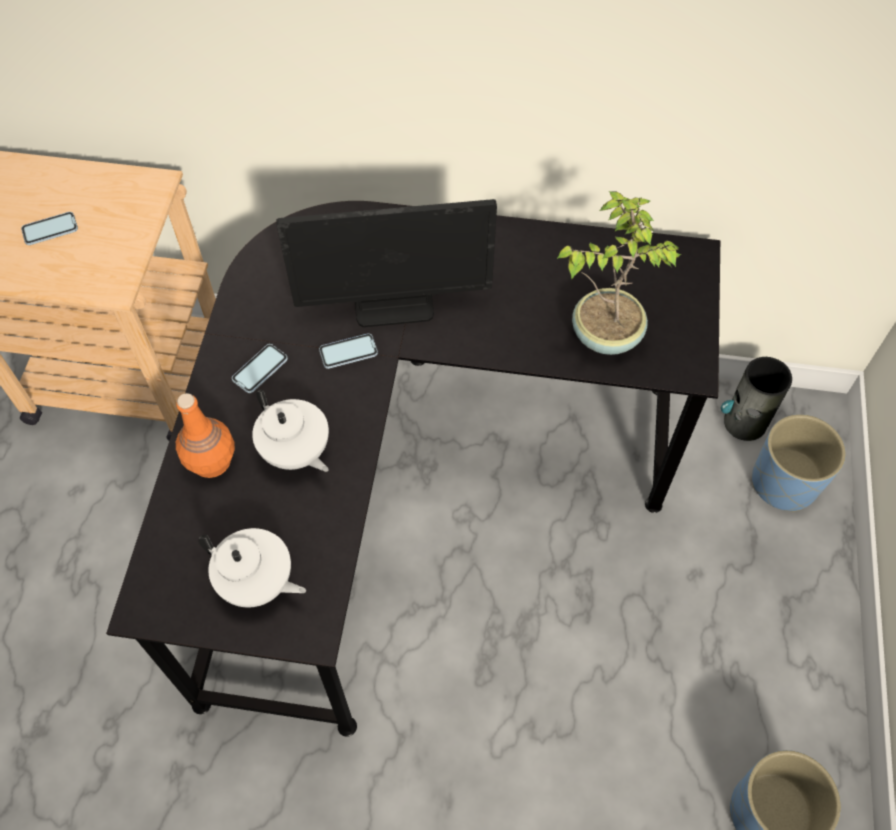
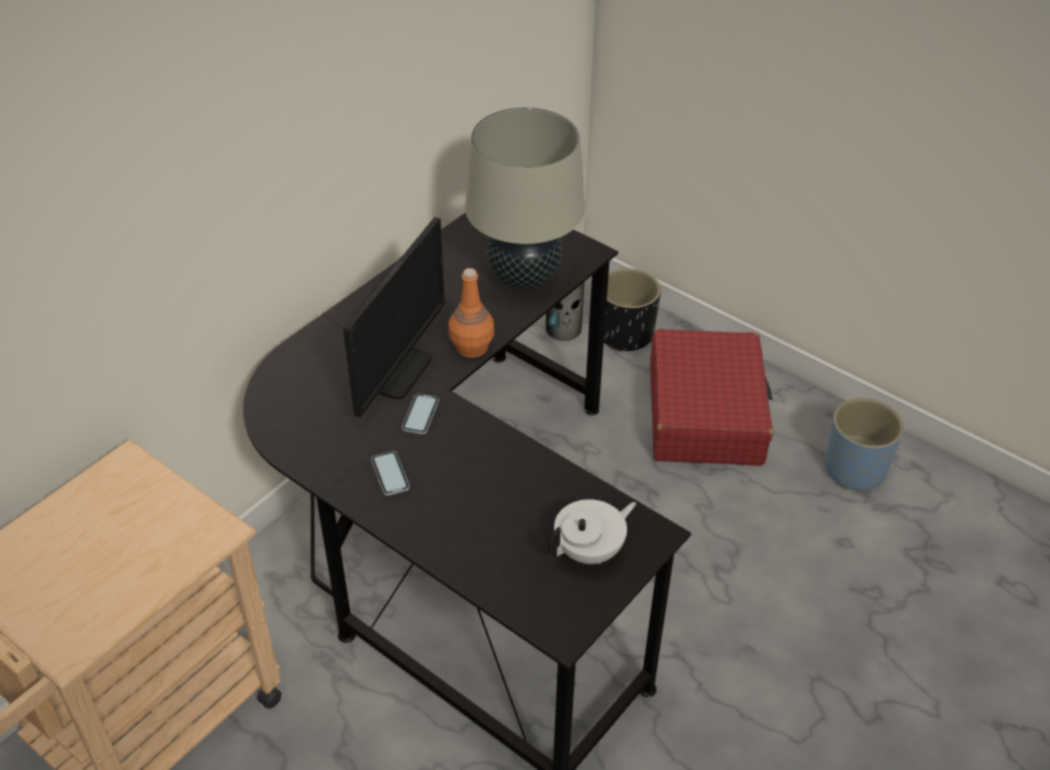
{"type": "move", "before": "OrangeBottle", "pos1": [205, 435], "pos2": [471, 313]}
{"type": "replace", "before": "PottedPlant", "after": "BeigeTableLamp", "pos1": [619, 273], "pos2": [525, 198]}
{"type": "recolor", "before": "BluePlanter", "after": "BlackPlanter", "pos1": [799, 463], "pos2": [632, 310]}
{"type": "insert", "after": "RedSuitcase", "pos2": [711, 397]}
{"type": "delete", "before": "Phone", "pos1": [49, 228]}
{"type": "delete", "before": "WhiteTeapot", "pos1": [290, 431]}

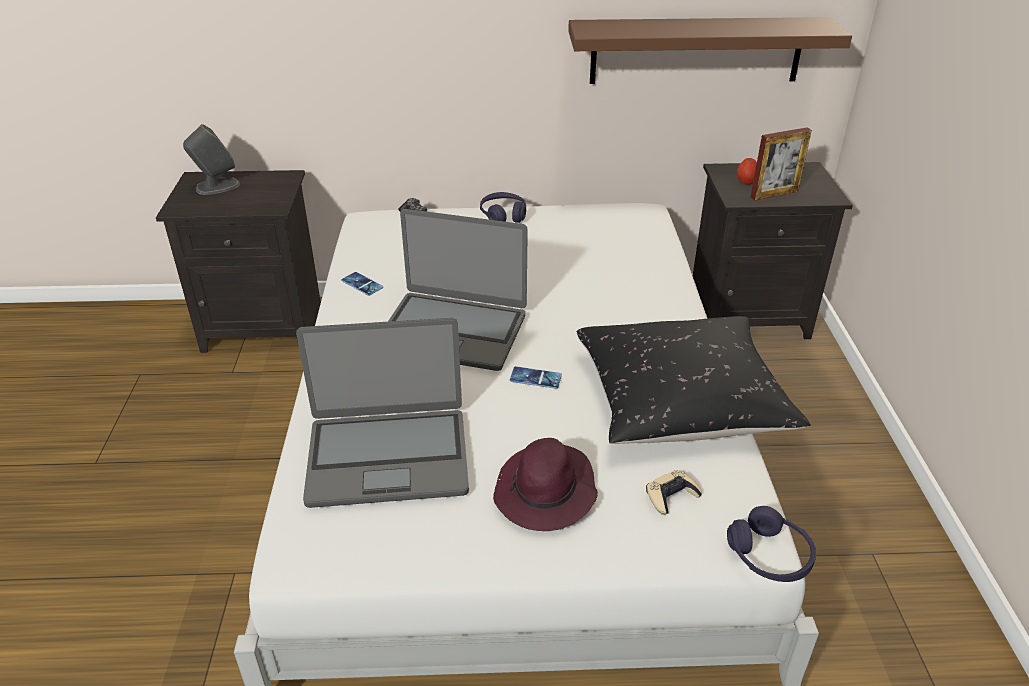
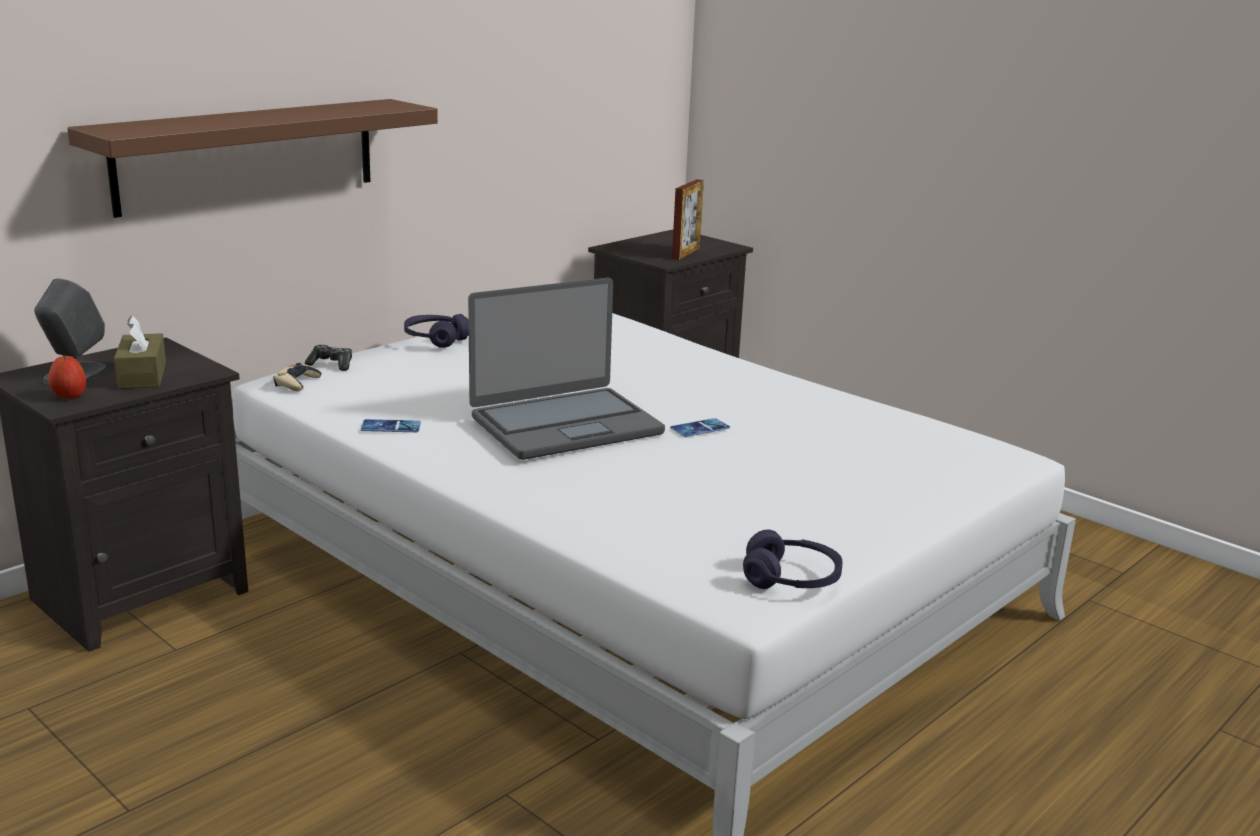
{"type": "move", "before": "Apple", "pos1": [747, 171], "pos2": [67, 377]}
{"type": "move", "before": "BrownShelf", "pos1": [710, 50], "pos2": [252, 158]}
{"type": "insert", "after": "BrownTissueBox", "pos2": [140, 352]}
{"type": "move", "before": "BeigeGameController", "pos1": [674, 492], "pos2": [297, 377]}
{"type": "move", "before": "PurpleHeadphones", "pos1": [771, 544], "pos2": [793, 559]}
{"type": "delete", "before": "Laptop", "pos1": [382, 413]}
{"type": "delete", "before": "PurpleHat", "pos1": [545, 484]}
{"type": "delete", "before": "BlackPillow", "pos1": [694, 380]}

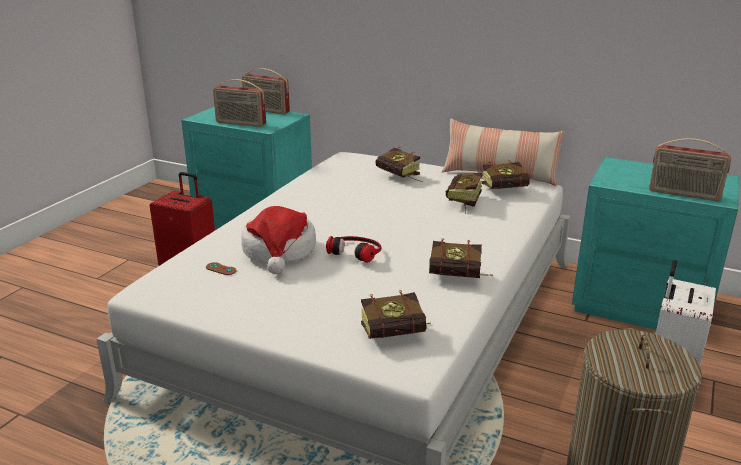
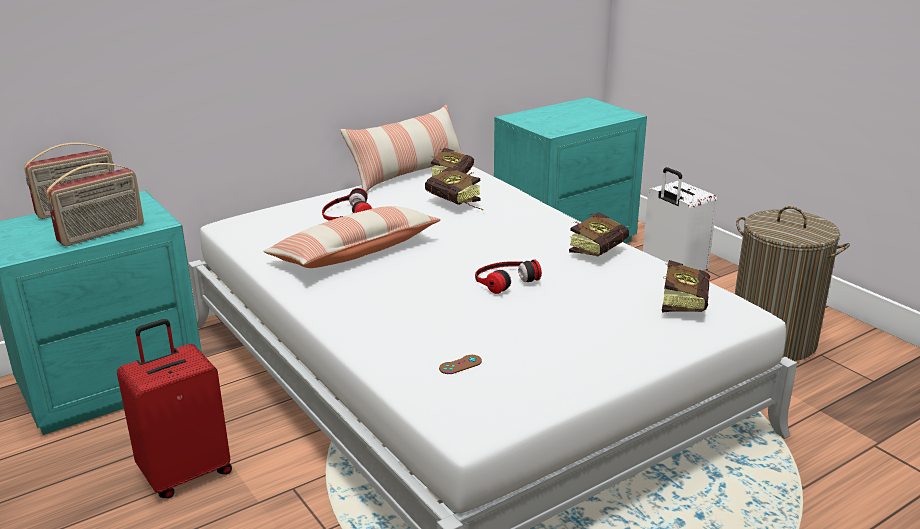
{"type": "insert", "after": "Pillow", "pos2": [352, 237]}
{"type": "replace", "before": "Book", "after": "Headphones", "pos1": [399, 164], "pos2": [347, 204]}
{"type": "delete", "before": "Hat", "pos1": [278, 240]}
{"type": "delete", "before": "Radio", "pos1": [690, 169]}

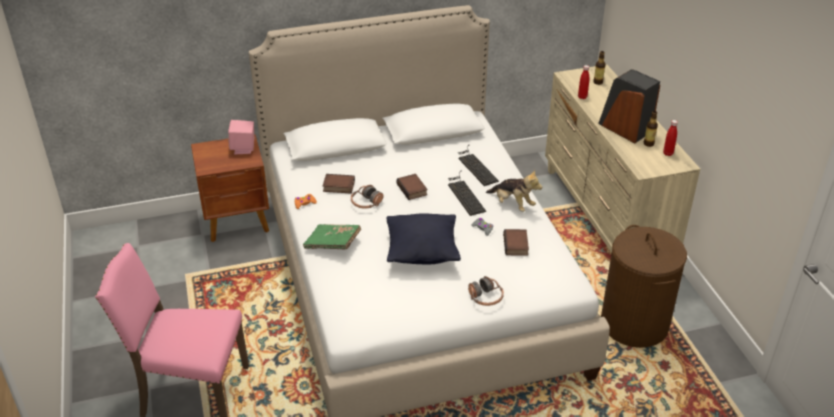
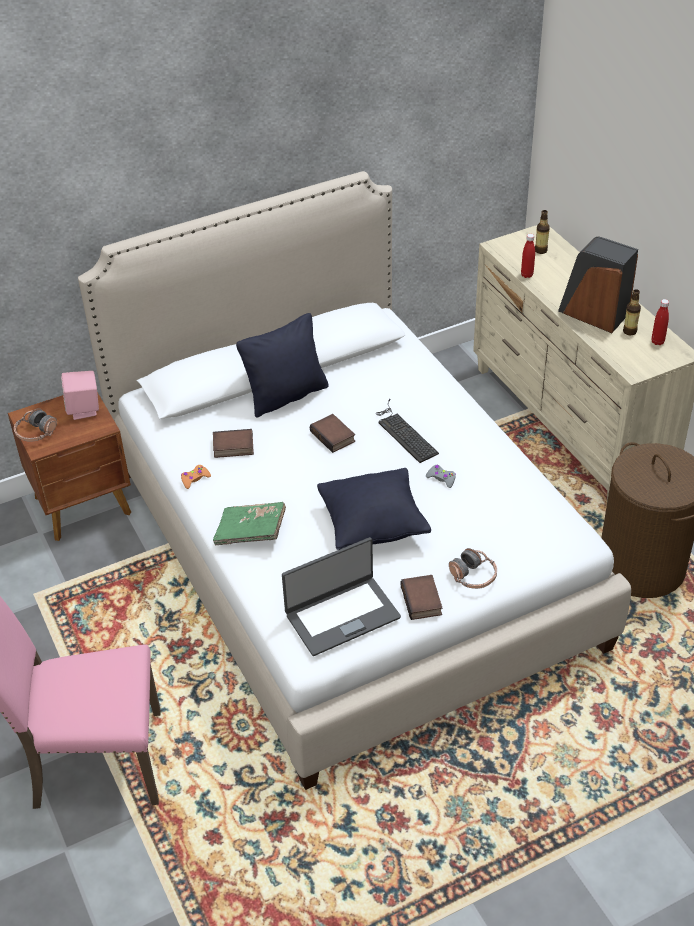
{"type": "move", "before": "Headphones", "pos1": [367, 197], "pos2": [35, 425]}
{"type": "insert", "after": "BlackPillow", "pos2": [282, 365]}
{"type": "insert", "after": "Laptop", "pos2": [341, 596]}
{"type": "move", "before": "Book", "pos1": [516, 242], "pos2": [421, 597]}
{"type": "delete", "before": "Keyboard", "pos1": [478, 165]}
{"type": "delete", "before": "PlushToy", "pos1": [514, 191]}

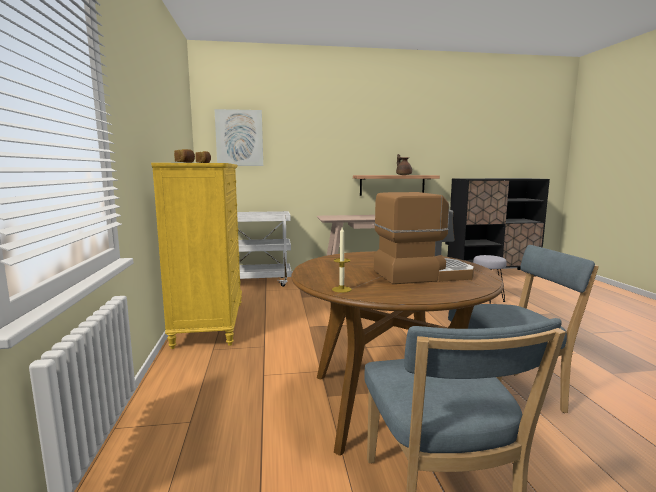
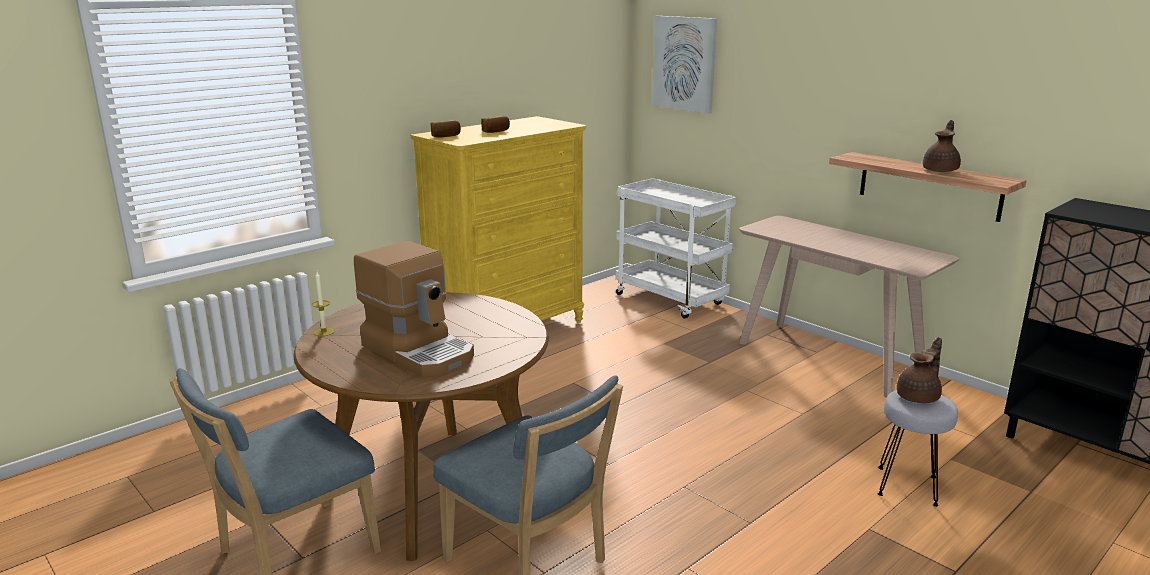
{"type": "insert", "after": "BrownTeapot", "pos2": [919, 370]}

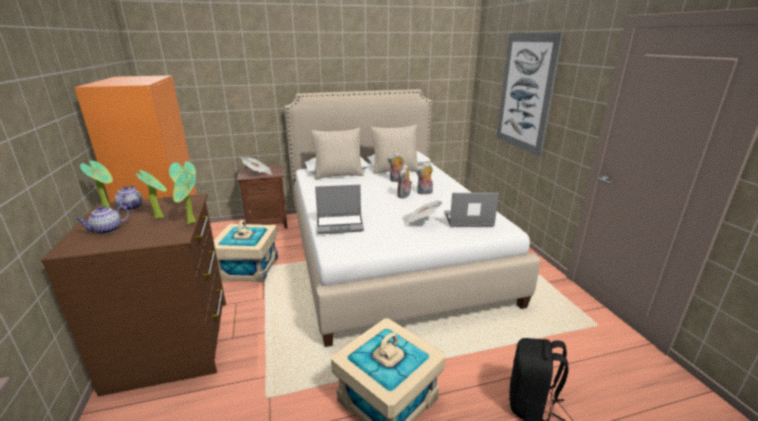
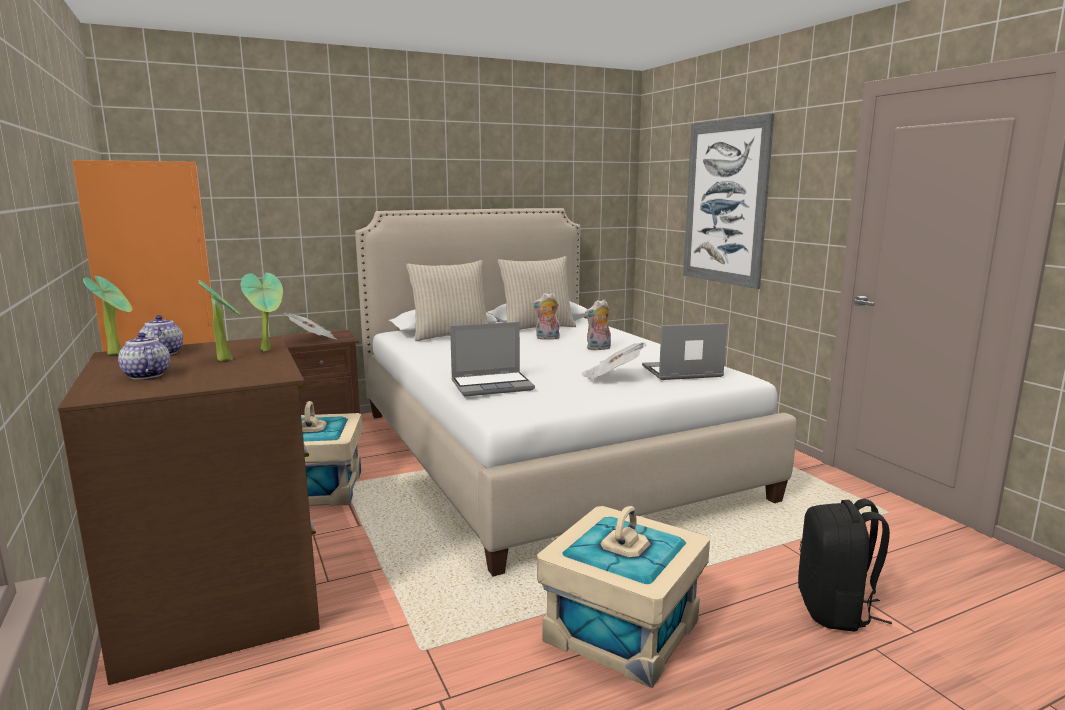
{"type": "rotate", "before": "Teapot", "pos1": [102, 220], "pos2": [144, 356], "turn": 105}
{"type": "delete", "before": "PottedPlant", "pos1": [184, 198]}
{"type": "delete", "before": "PlushToy", "pos1": [404, 181]}

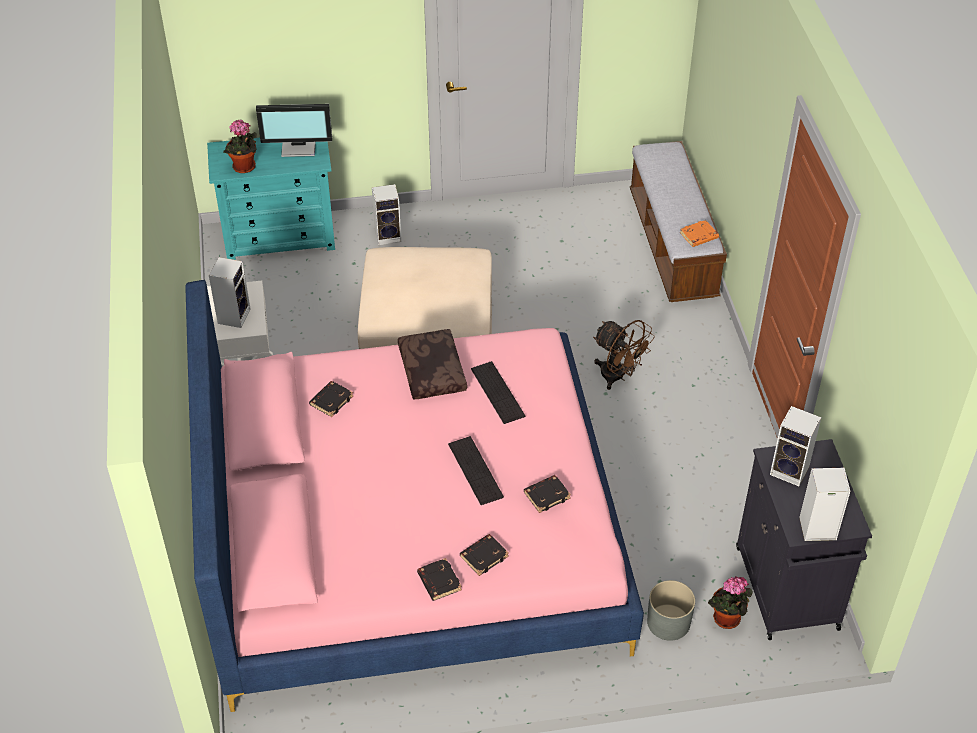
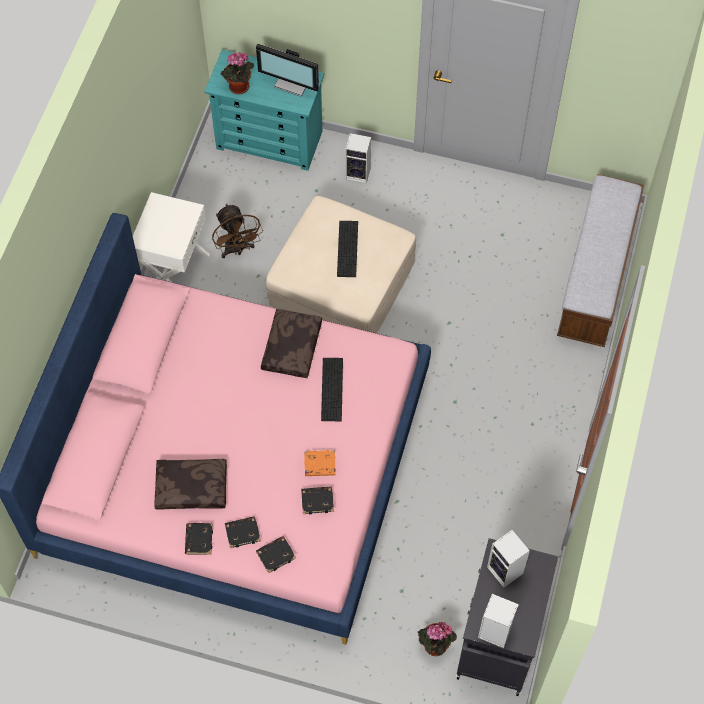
{"type": "insert", "after": "BrownPillow", "pos2": [191, 484]}
{"type": "move", "before": "BrownFan", "pos1": [624, 355], "pos2": [237, 231]}
{"type": "move", "before": "BlackBook", "pos1": [331, 399], "pos2": [276, 555]}
{"type": "move", "before": "OrangeBook", "pos1": [699, 233], "pos2": [320, 463]}
{"type": "move", "before": "Keyboard", "pos1": [476, 470], "pos2": [347, 249]}
{"type": "delete", "before": "Speaker", "pos1": [230, 292]}
{"type": "delete", "before": "GreyPlanter", "pos1": [671, 610]}

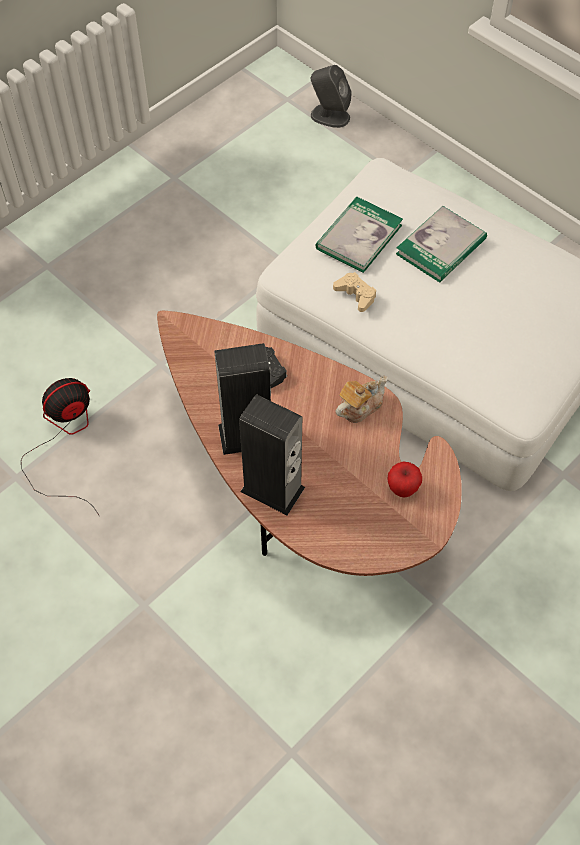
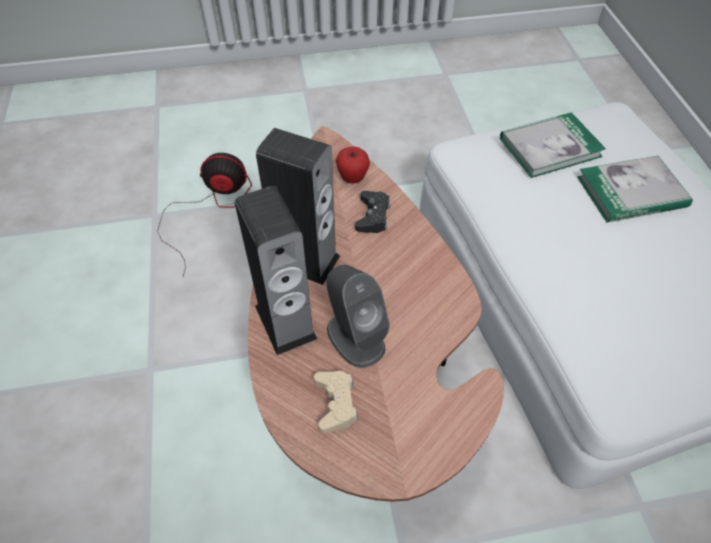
{"type": "move", "before": "BeigeGameController", "pos1": [354, 292], "pos2": [336, 402]}
{"type": "move", "before": "GreySpeaker", "pos1": [331, 96], "pos2": [358, 316]}
{"type": "move", "before": "Apple", "pos1": [404, 479], "pos2": [353, 165]}
{"type": "delete", "before": "Teapot", "pos1": [361, 399]}

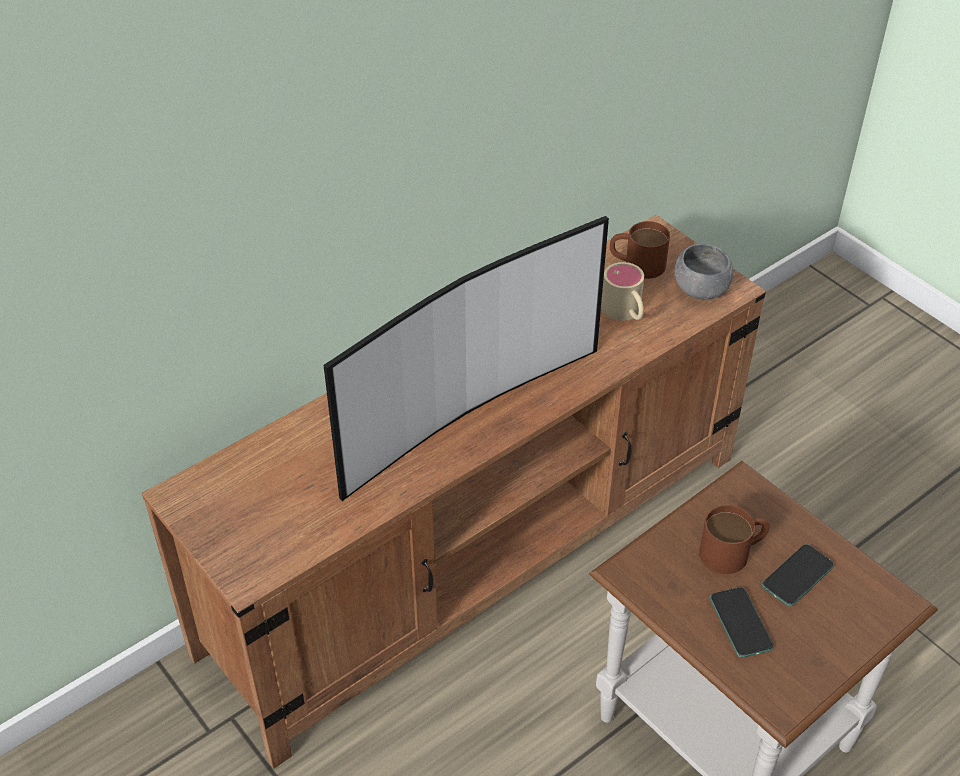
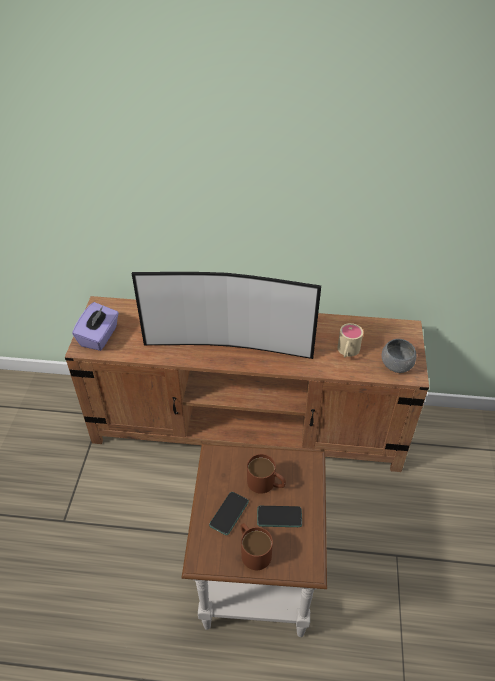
{"type": "insert", "after": "PurpleTissueBox", "pos2": [95, 326]}
{"type": "move", "before": "BrownMug", "pos1": [640, 250], "pos2": [257, 546]}

